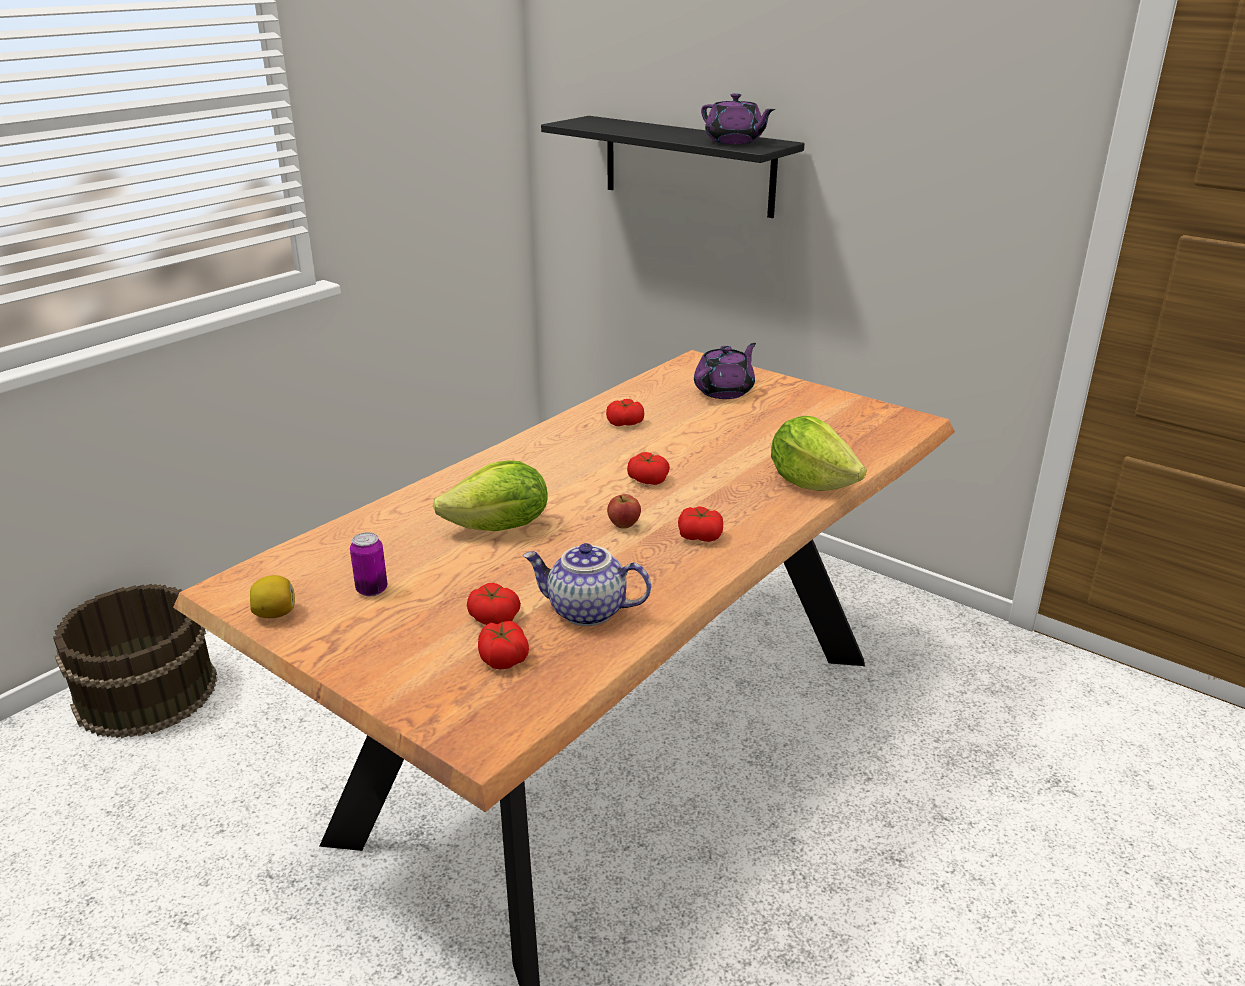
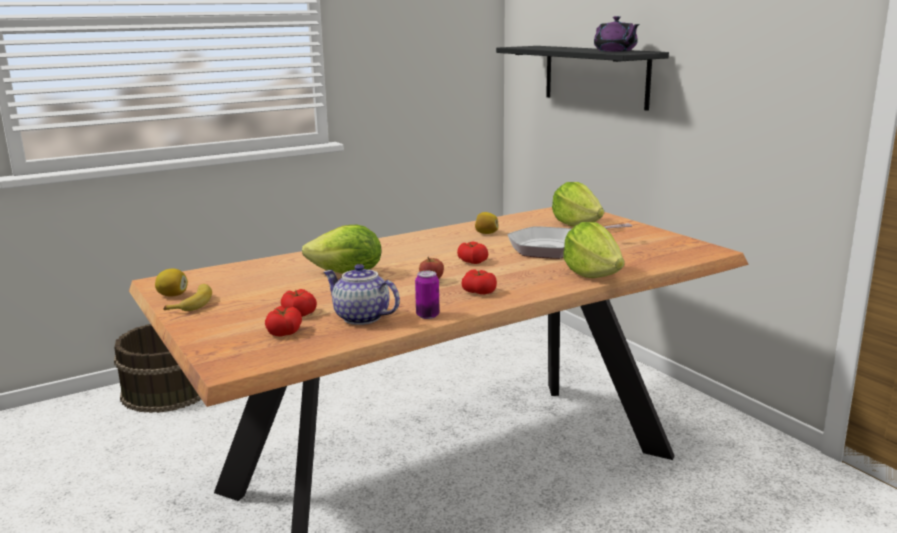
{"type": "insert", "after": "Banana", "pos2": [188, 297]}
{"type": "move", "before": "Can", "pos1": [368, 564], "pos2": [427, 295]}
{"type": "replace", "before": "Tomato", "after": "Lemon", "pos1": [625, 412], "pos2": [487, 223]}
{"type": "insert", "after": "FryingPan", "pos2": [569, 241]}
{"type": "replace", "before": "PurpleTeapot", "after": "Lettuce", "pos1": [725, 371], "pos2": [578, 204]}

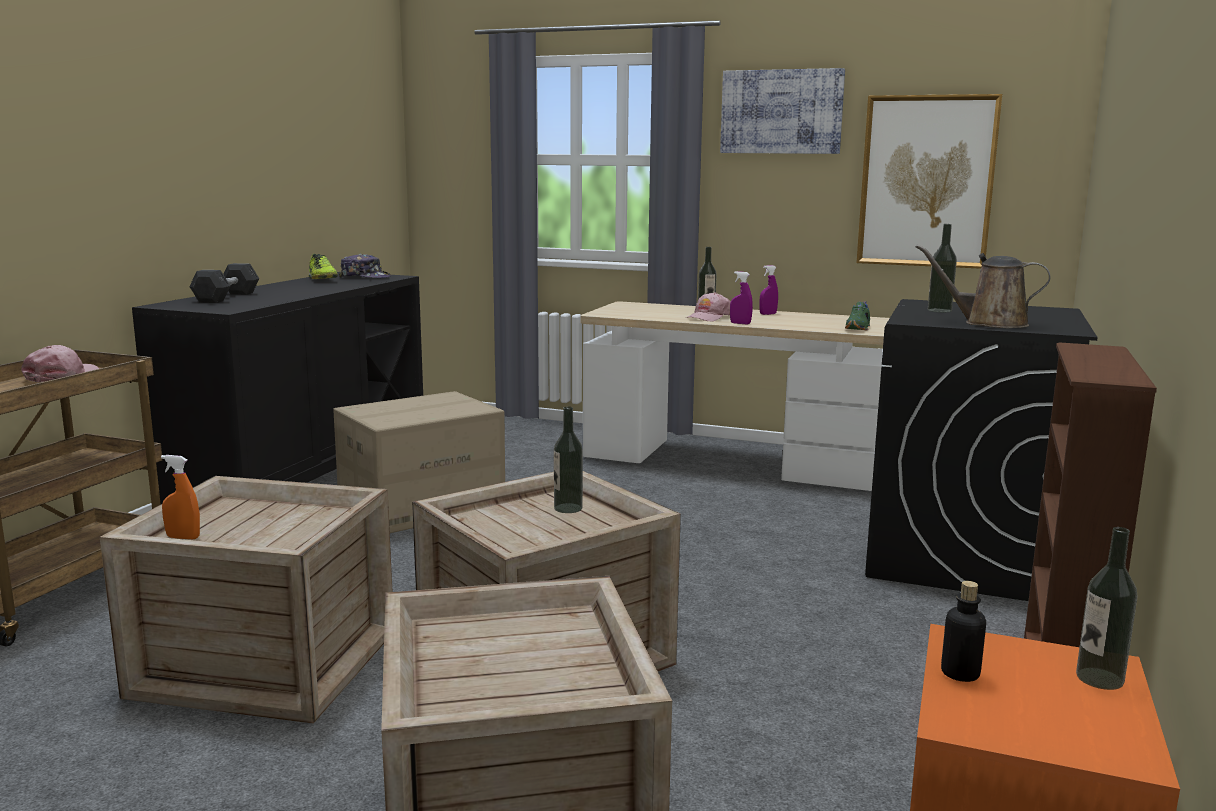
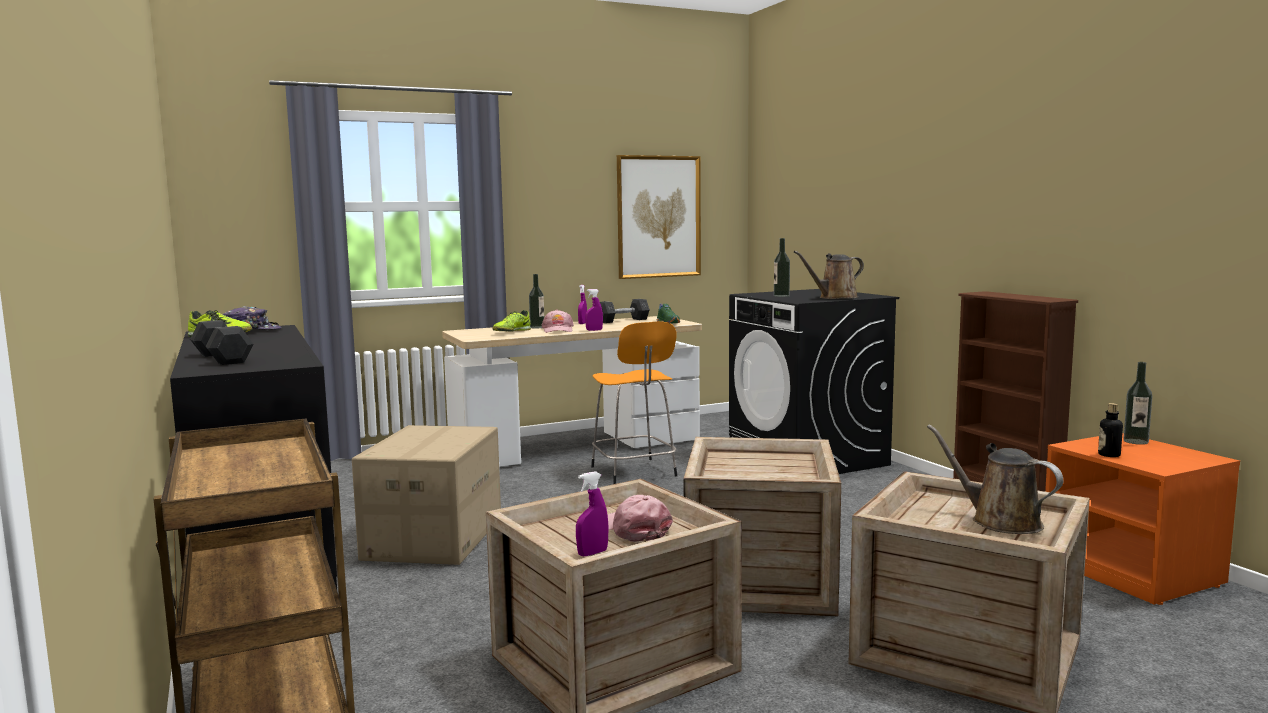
{"type": "insert", "after": "Shoe", "pos2": [512, 321]}
{"type": "recolor", "before": "OrangeSprayBottle", "after": "PurpleSprayBottle", "pos1": [180, 497], "pos2": [592, 514]}
{"type": "insert", "after": "OrangeStool", "pos2": [634, 403]}
{"type": "insert", "after": "GreyDumbbell", "pos2": [625, 311]}
{"type": "move", "before": "PinkCap", "pos1": [60, 363], "pos2": [640, 518]}
{"type": "insert", "after": "BrownWateringCan", "pos2": [995, 479]}
{"type": "delete", "before": "Bottle", "pos1": [568, 460]}
{"type": "delete", "before": "Picture", "pos1": [782, 111]}

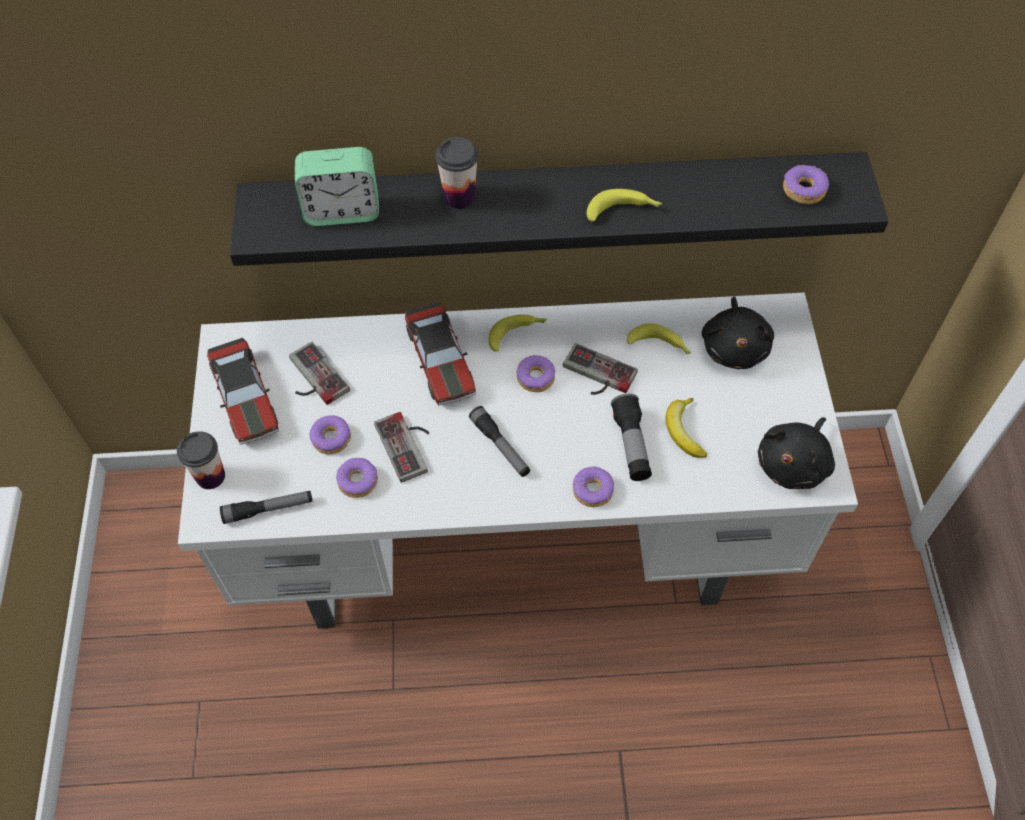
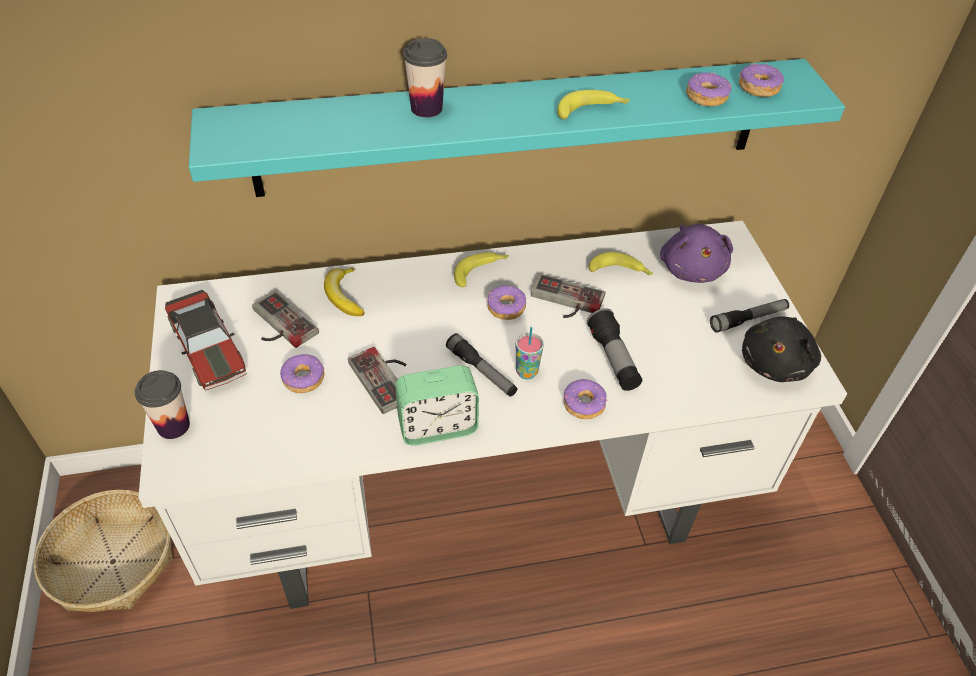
{"type": "insert", "after": "Basket", "pos2": [103, 551]}
{"type": "recolor", "before": "BlackShelf", "after": "TurquoiseShelf", "pos1": [559, 209], "pos2": [517, 128]}
{"type": "move", "before": "Banana", "pos1": [686, 428], "pos2": [344, 292]}
{"type": "move", "before": "AlarmClock", "pos1": [337, 186], "pos2": [437, 405]}
{"type": "insert", "after": "Cup", "pos2": [530, 353]}
{"type": "recolor", "before": "BlackPlushToy", "after": "PurplePlushToy", "pos1": [738, 333], "pos2": [696, 253]}
{"type": "move", "before": "Donut", "pos1": [357, 478], "pos2": [708, 89]}
{"type": "move", "before": "Flashlight", "pos1": [266, 507], "pos2": [749, 316]}
{"type": "delete", "before": "ToyCar", "pos1": [440, 353]}

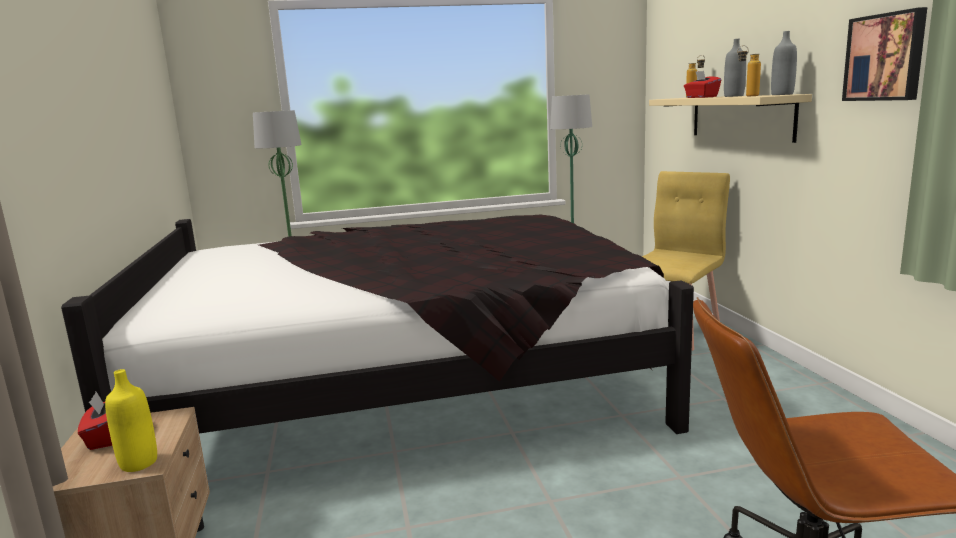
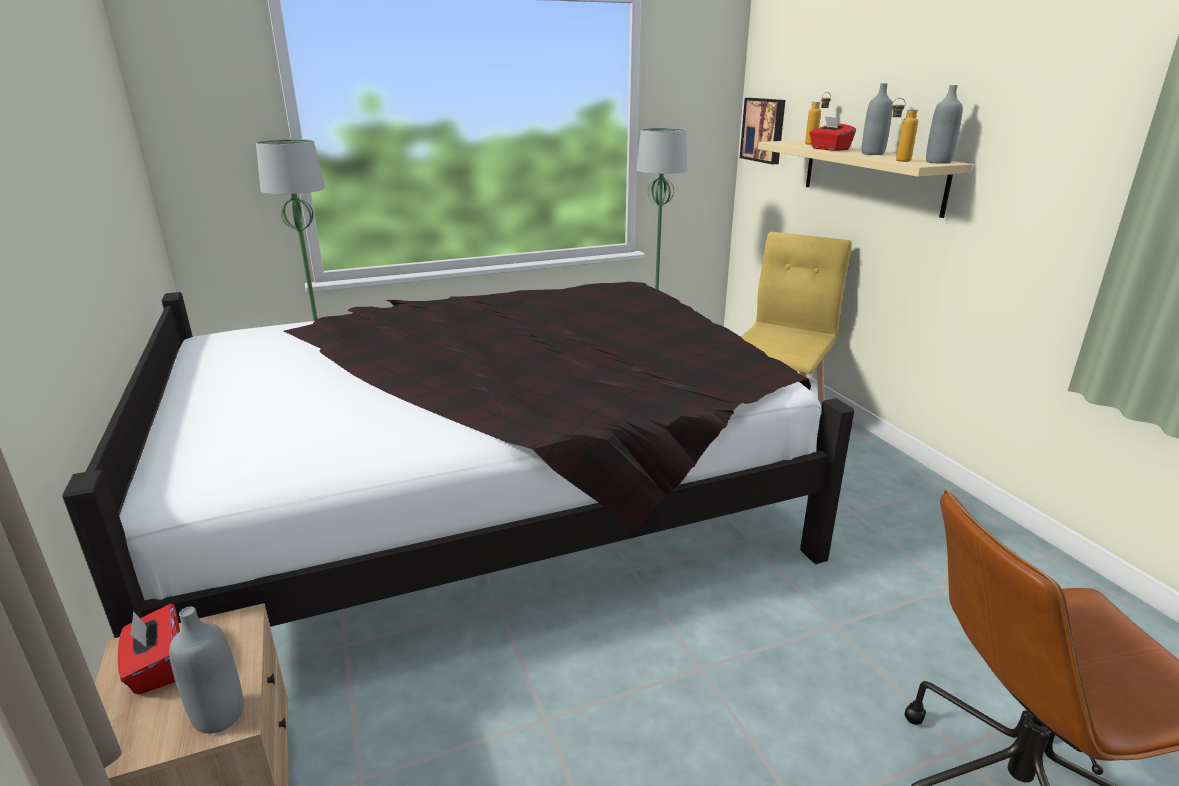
{"type": "recolor", "before": "YellowBottle", "after": "GreyBottle", "pos1": [131, 420], "pos2": [206, 670]}
{"type": "move", "before": "Picture", "pos1": [884, 54], "pos2": [762, 131]}

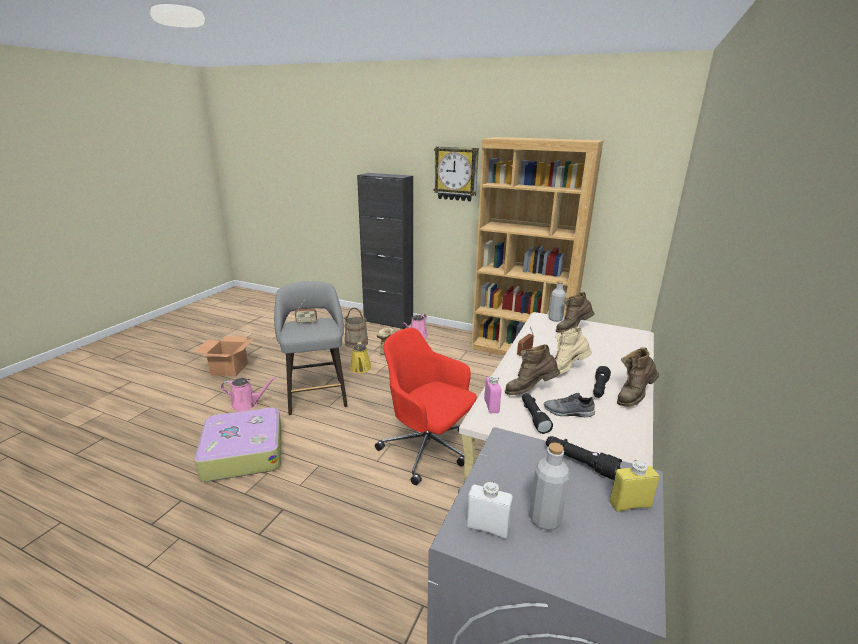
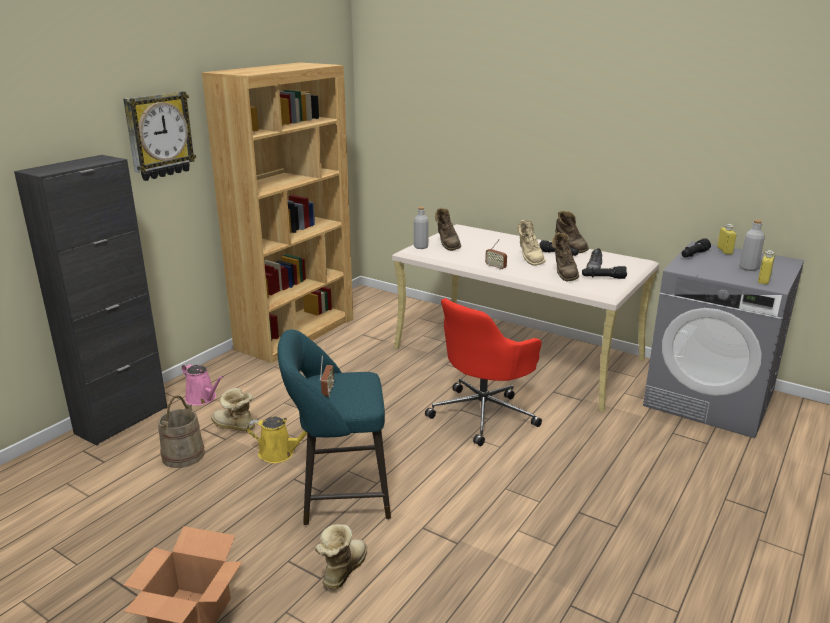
{"type": "recolor", "before": "GreyStool", "after": "TurquoiseStool", "pos1": [310, 348], "pos2": [334, 427]}
{"type": "replace", "before": "PinkWateringCan", "after": "Boot", "pos1": [249, 394], "pos2": [341, 557]}
{"type": "recolor", "before": "WhiteBottle", "after": "YellowBottle", "pos1": [489, 510], "pos2": [766, 267]}
{"type": "delete", "before": "Suitcase", "pos1": [238, 444]}
{"type": "delete", "before": "PinkBottle", "pos1": [492, 394]}

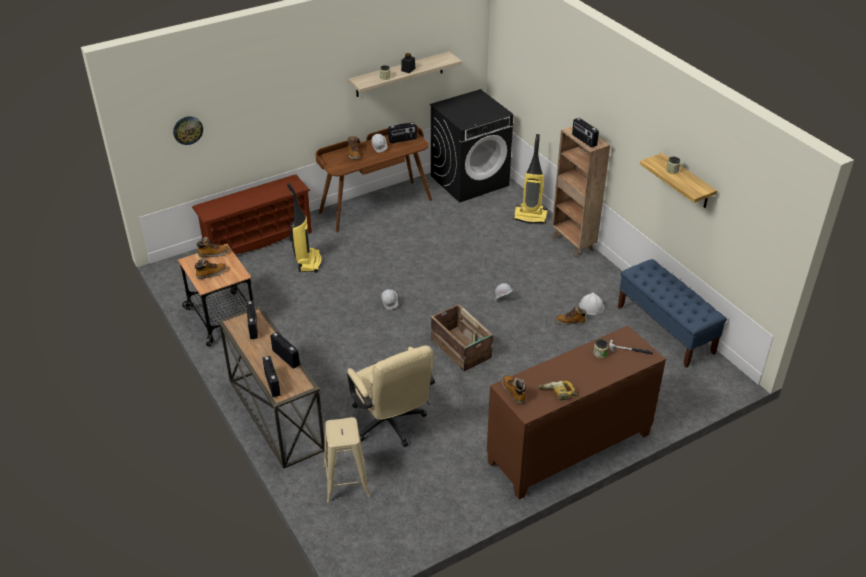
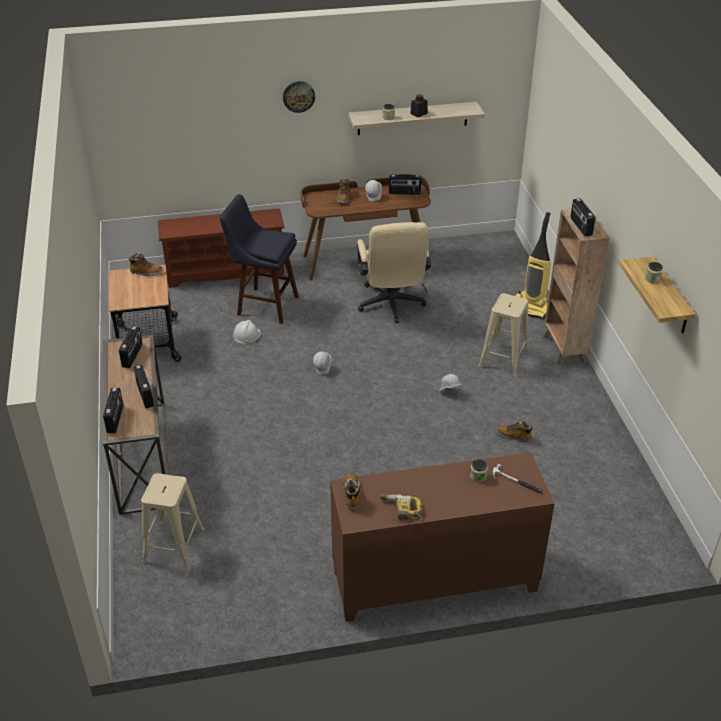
{"type": "replace", "before": "VacuumCleaner", "after": "BlueStool", "pos1": [304, 228], "pos2": [259, 259]}
{"type": "move", "before": "WhiteHardHat", "pos1": [591, 304], "pos2": [247, 332]}
{"type": "move", "before": "WallClock", "pos1": [188, 130], "pos2": [299, 97]}
{"type": "move", "before": "BeigeOfficeChair", "pos1": [391, 396], "pos2": [394, 272]}
{"type": "insert", "after": "BeigeStool", "pos2": [503, 335]}
{"type": "delete", "before": "Boot", "pos1": [210, 268]}
{"type": "delete", "before": "BlackWashingMachine", "pos1": [471, 146]}
{"type": "delete", "before": "Crate", "pos1": [462, 337]}
{"type": "delete", "before": "BlueBench", "pos1": [672, 313]}

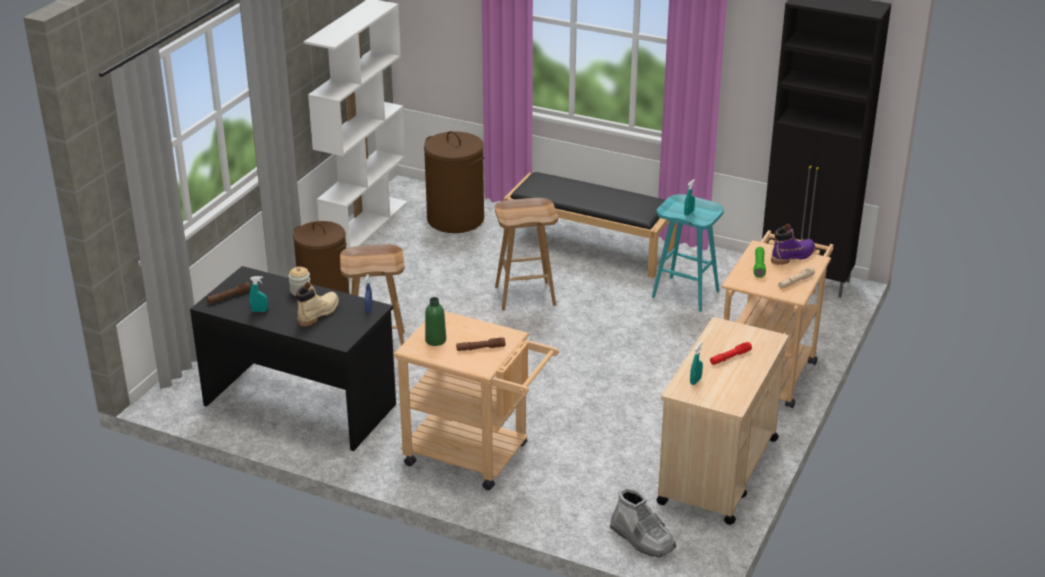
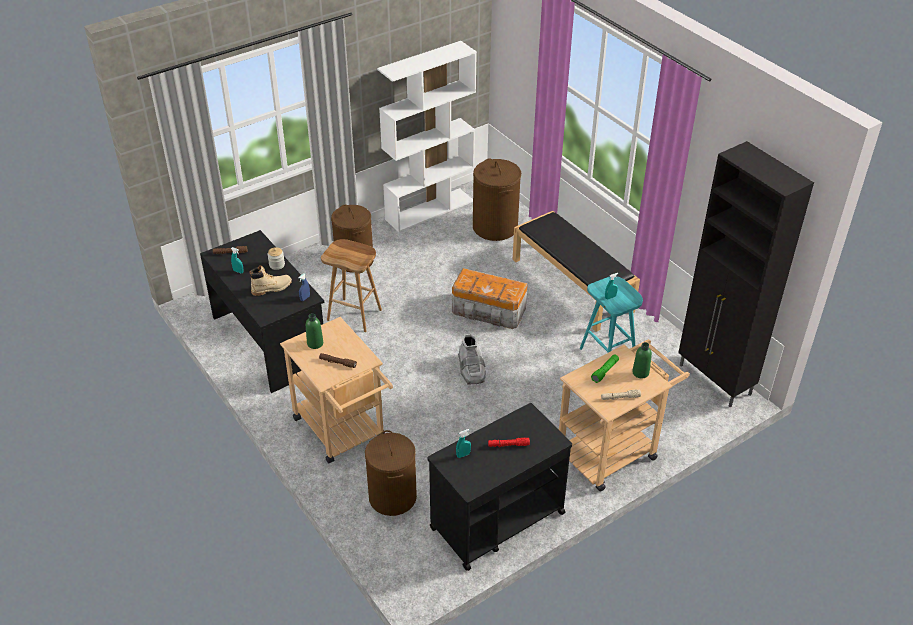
{"type": "insert", "after": "BrownLaundryBasket", "pos2": [391, 473]}
{"type": "recolor", "before": "BeigeCart", "after": "BlackCart", "pos1": [722, 421], "pos2": [500, 487]}
{"type": "replace", "before": "BrownStool", "after": "StorageBox", "pos1": [526, 254], "pos2": [490, 298]}
{"type": "move", "before": "GreyBoot", "pos1": [643, 522], "pos2": [472, 358]}
{"type": "replace", "before": "PurpleBoot", "after": "GreenBottle", "pos1": [793, 244], "pos2": [642, 360]}

